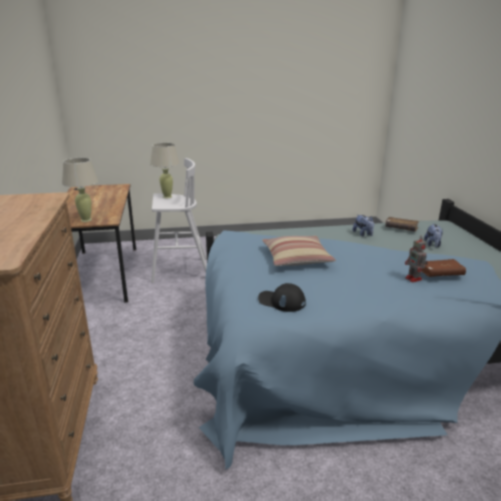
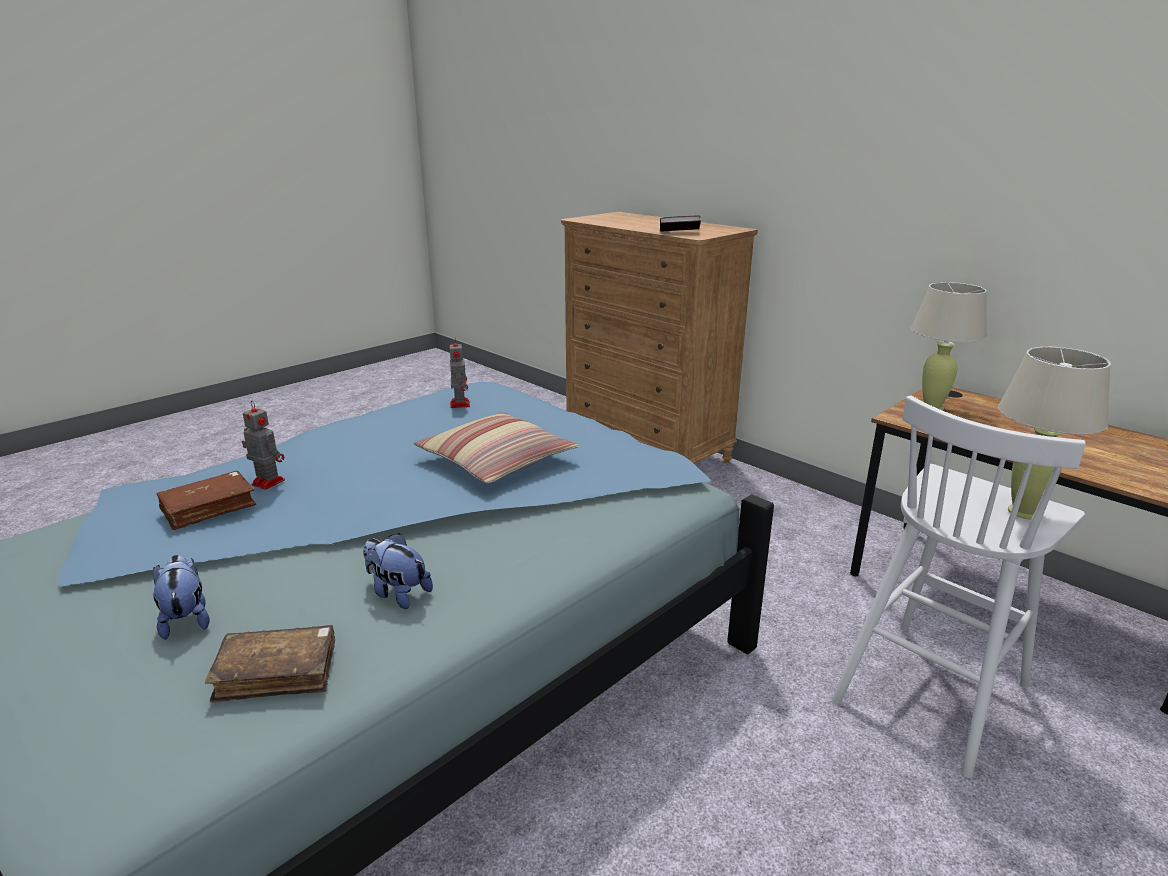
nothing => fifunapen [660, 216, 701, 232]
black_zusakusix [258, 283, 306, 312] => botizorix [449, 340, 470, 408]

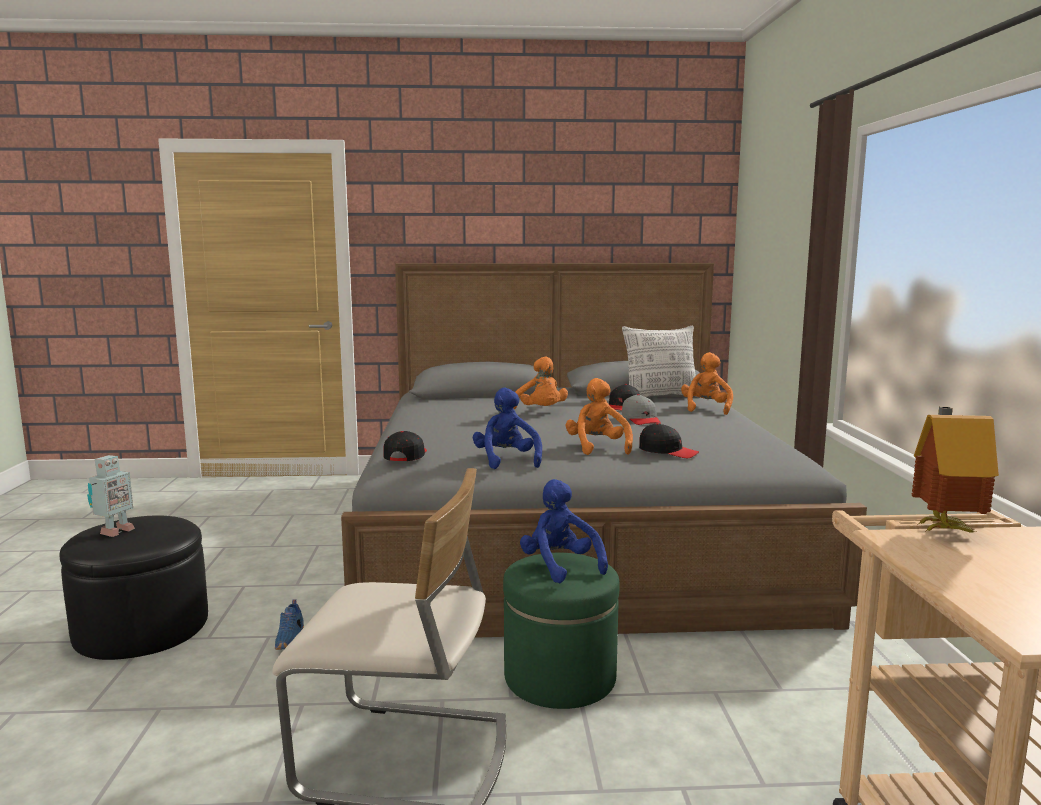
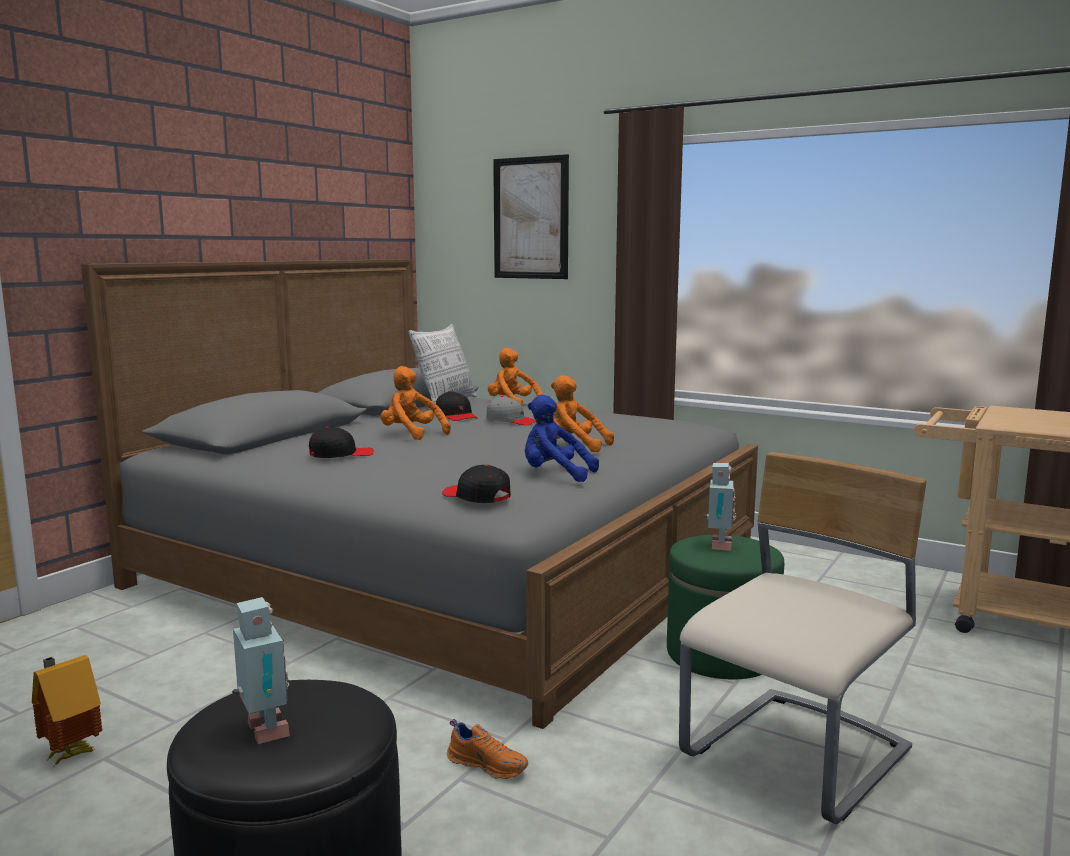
nothing => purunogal [493, 154, 569, 279]
black_zusakusix [639, 423, 699, 458] => black_zusakusix [309, 427, 374, 458], relocated
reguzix [912, 407, 999, 533] => reguzix [32, 655, 103, 766], relocated
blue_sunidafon [520, 479, 608, 584] => botizorix [703, 463, 736, 551]
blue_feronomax [275, 599, 304, 650] => orange_feronomax [447, 719, 528, 779]
orange_sunidafon [513, 356, 568, 409] => orange_sunidafon [381, 366, 451, 440], 150 degrees counterclockwise

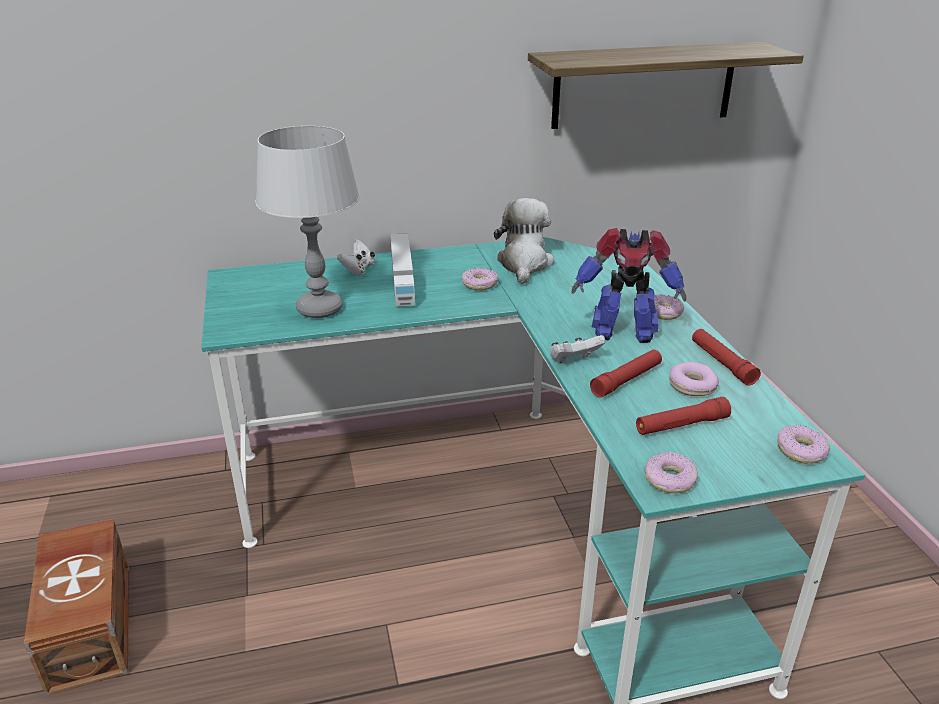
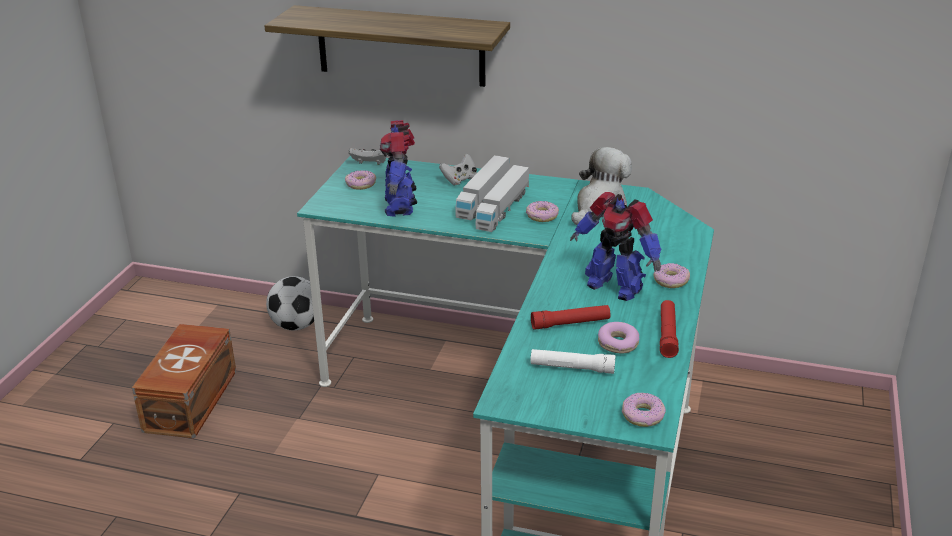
nothing => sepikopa [266, 276, 314, 330]
nothing => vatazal [476, 165, 529, 232]
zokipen [528, 42, 804, 129] => zokipen [264, 5, 510, 87], relocated
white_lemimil [550, 335, 606, 363] => white_lemimil [349, 148, 386, 165], relocated
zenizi [644, 452, 698, 493] => zenizi [345, 170, 376, 190], relocated
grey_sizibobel [255, 126, 359, 318] => botizorix [379, 120, 417, 217]
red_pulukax [636, 397, 731, 435] => white_pulukax [530, 349, 616, 374]

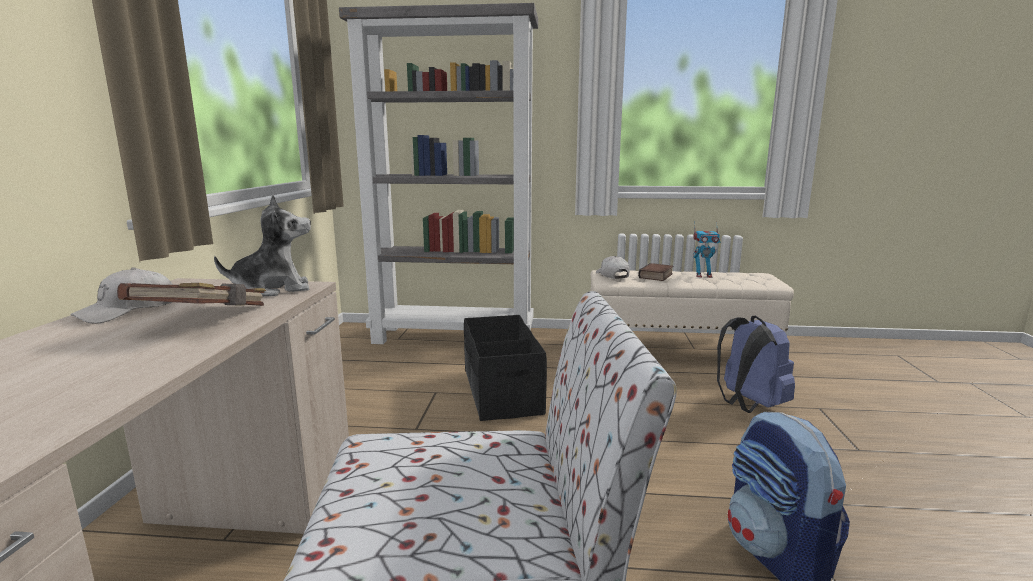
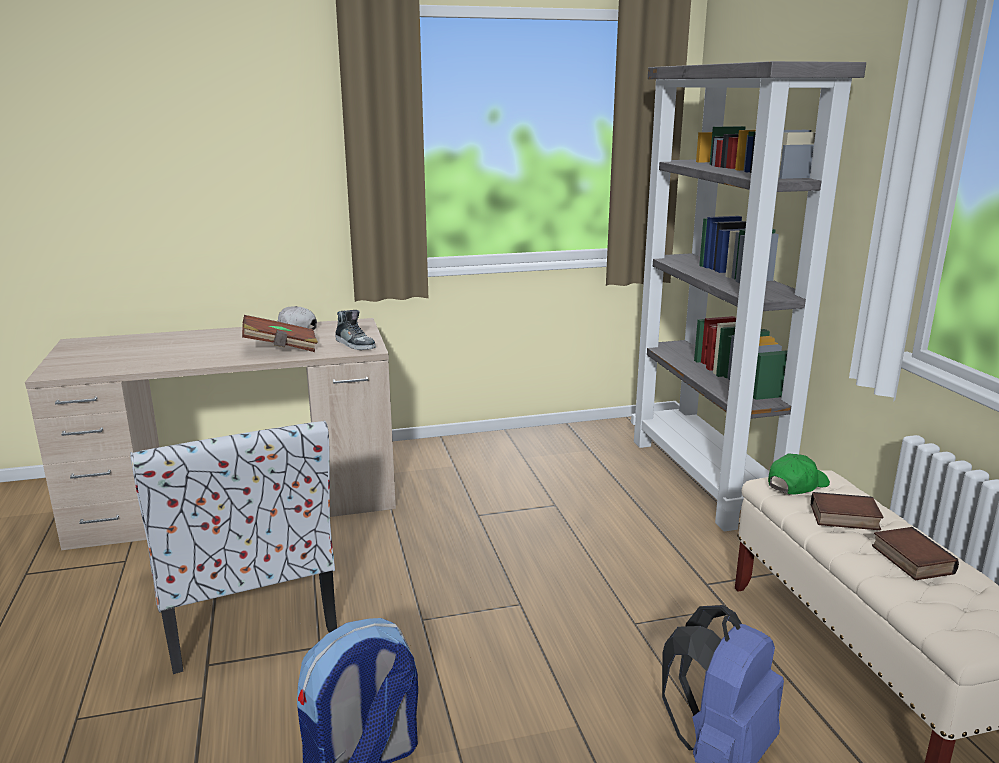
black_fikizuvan [464, 315, 547, 421] => nothing
sunidafon [214, 195, 311, 296] => feronomax [335, 310, 376, 350]
botizorix [693, 221, 720, 278] => fifunapen [872, 527, 959, 580]
white_zusakusix [596, 256, 630, 279] => green_zusakusix [768, 453, 830, 495]

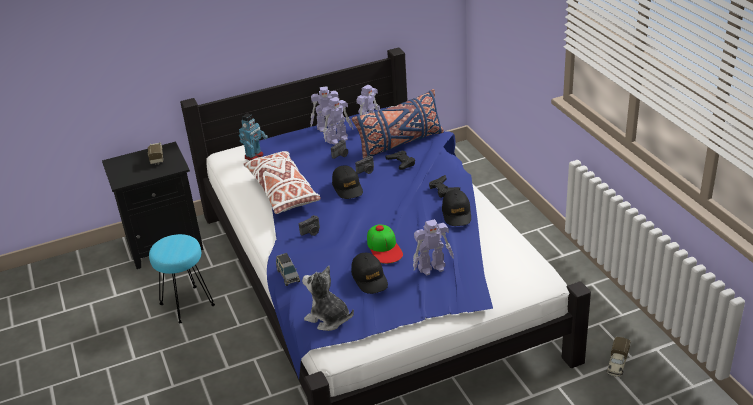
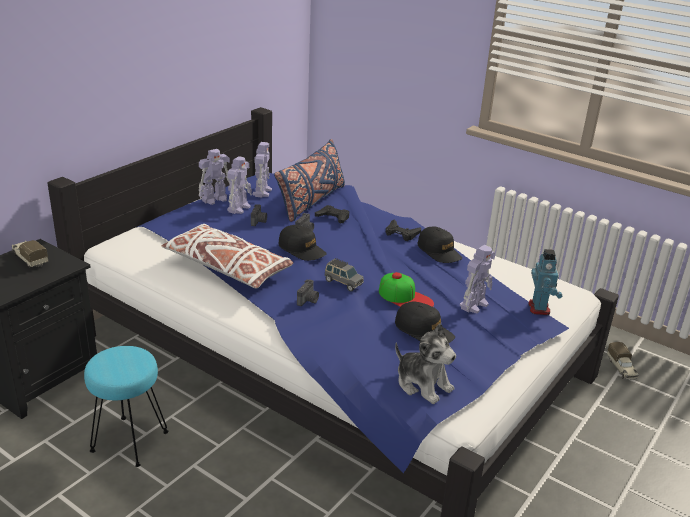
botizorix [239, 113, 268, 161] => botizorix [528, 249, 562, 315], relocated
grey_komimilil [276, 253, 300, 286] => grey_komimilil [324, 258, 364, 292], relocated
sunidafon [302, 266, 354, 331] => sunidafon [395, 323, 456, 404], 135 degrees counterclockwise

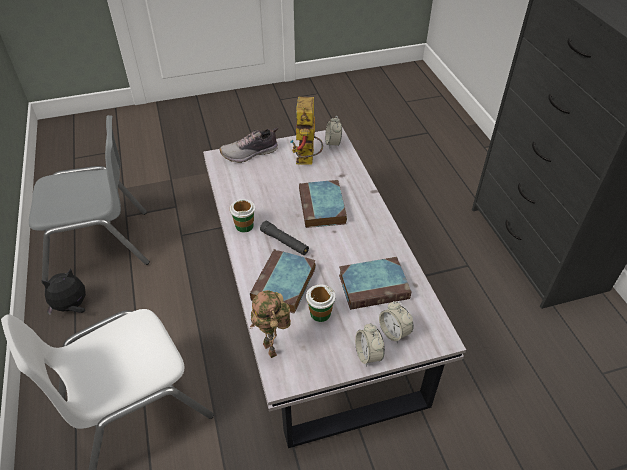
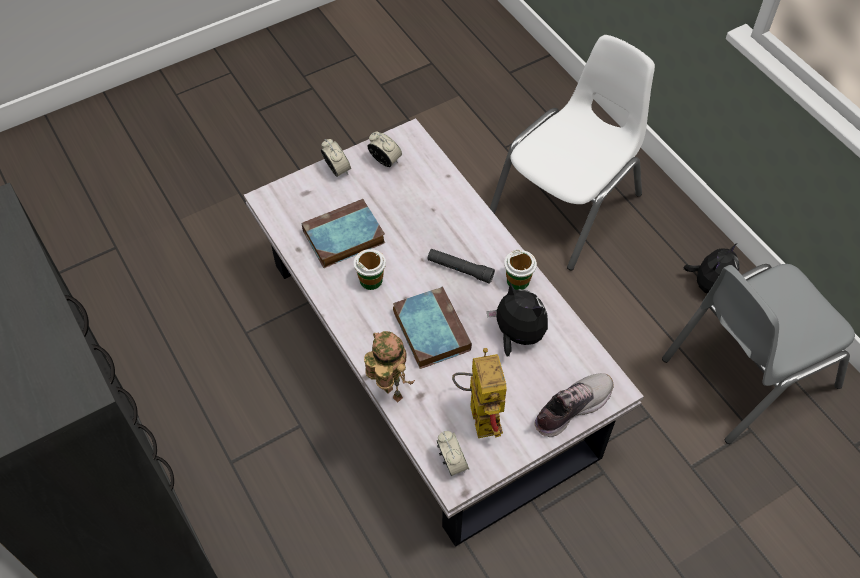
fifunapen [250, 249, 316, 314] => nothing
nothing => sunidafon [487, 283, 548, 356]
botizorix [249, 290, 291, 358] => botizorix [364, 331, 415, 403], relocated
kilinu [306, 284, 335, 322] => kilinu [354, 249, 386, 290], relocated
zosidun [379, 301, 413, 343] => zosidun [368, 132, 402, 167], relocated

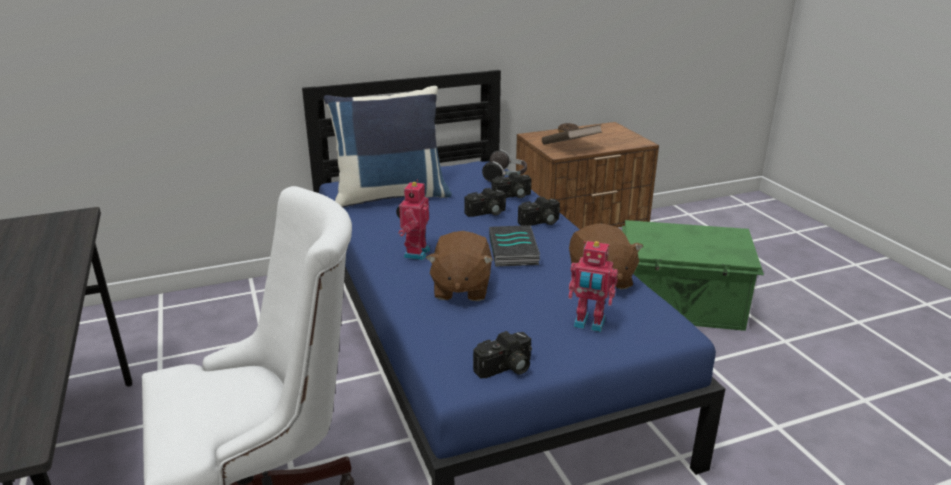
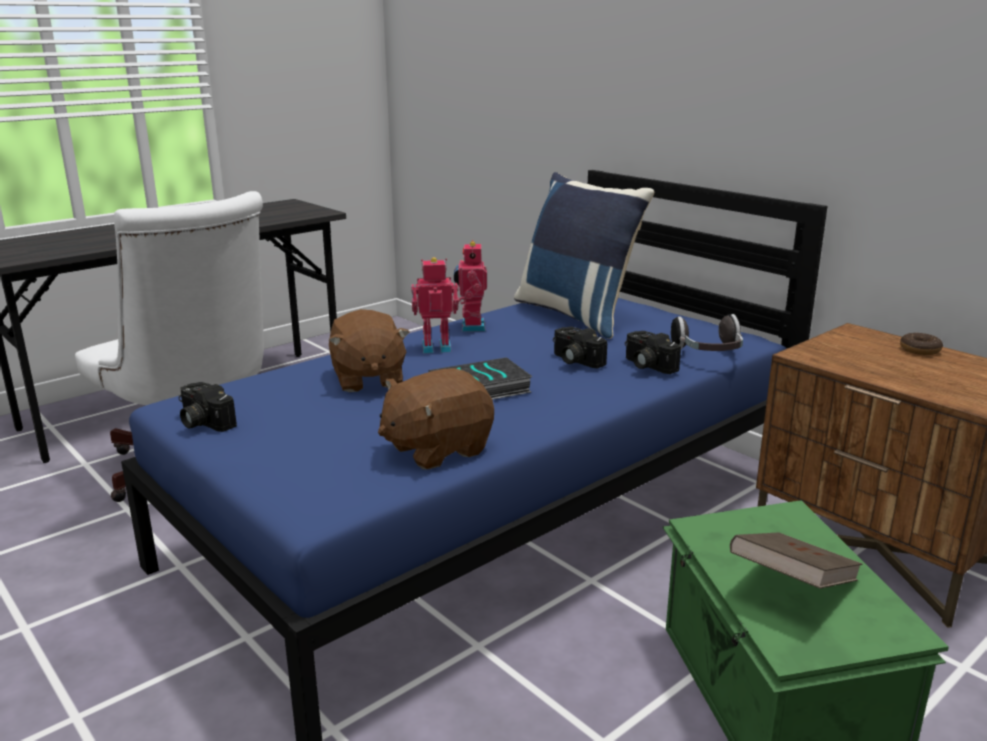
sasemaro [518, 197, 560, 226] => nothing
brown_fifunapen [542, 124, 602, 145] => brown_fifunapen [730, 532, 862, 589], relocated
botizorix [568, 241, 618, 332] => botizorix [454, 240, 487, 332], relocated
brown_sunidafon [426, 231, 493, 301] => brown_sunidafon [328, 309, 410, 392], 90 degrees counterclockwise

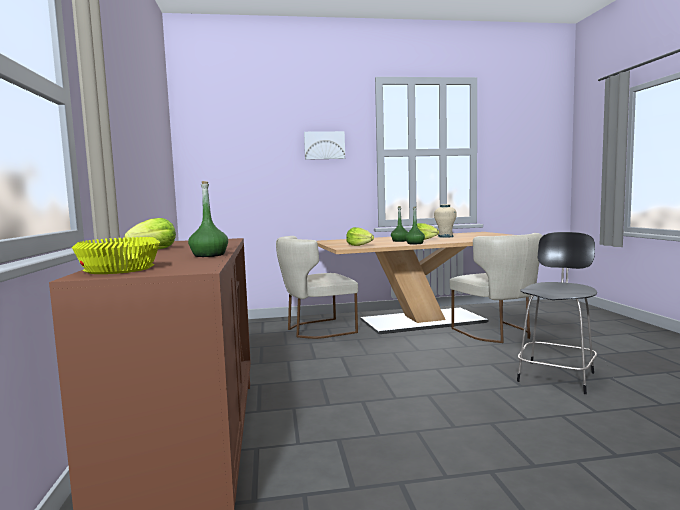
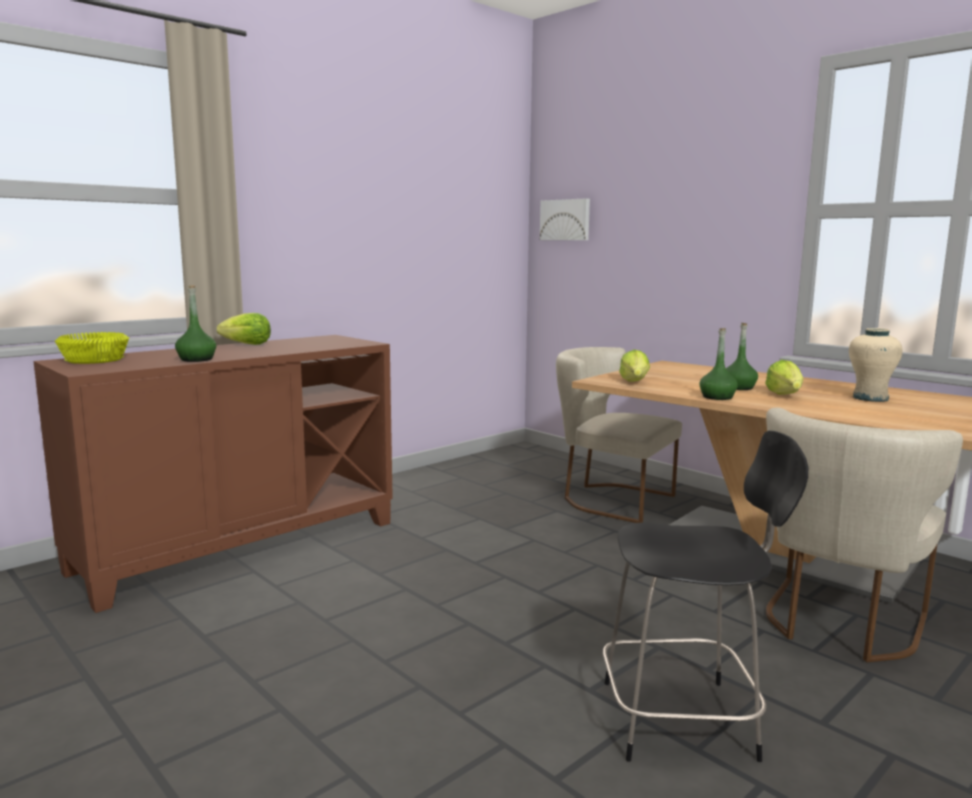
purunogal [304, 131, 345, 160] => purunogal [540, 198, 590, 240], relocated

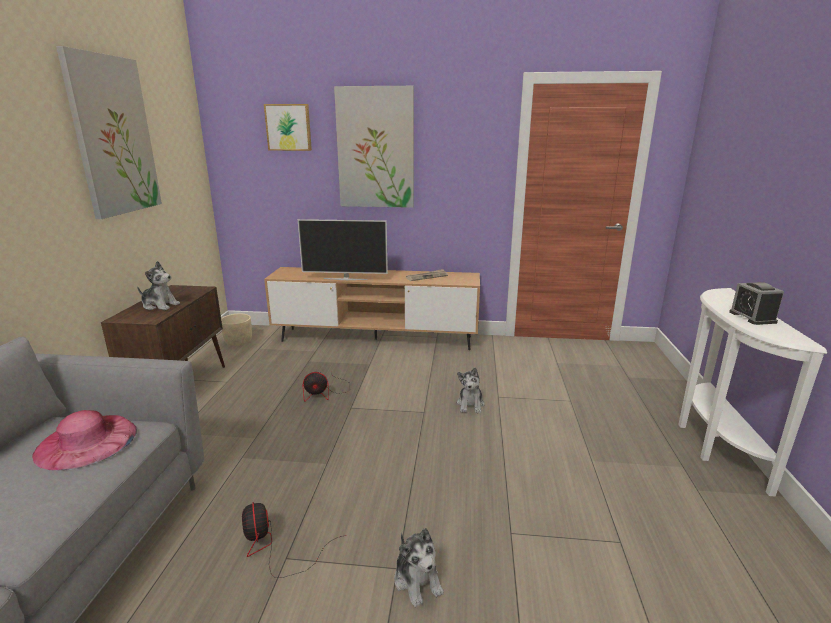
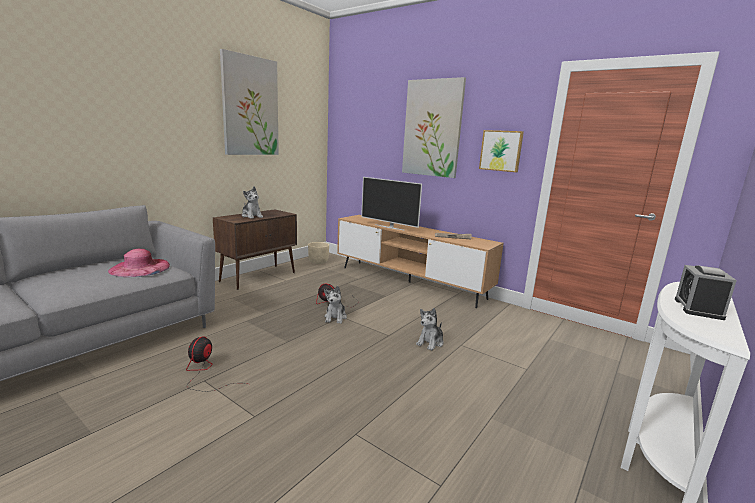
purunogal [264, 104, 312, 151] => purunogal [479, 130, 524, 172], relocated
sunidafon [394, 528, 444, 607] => sunidafon [324, 286, 347, 324], relocated

